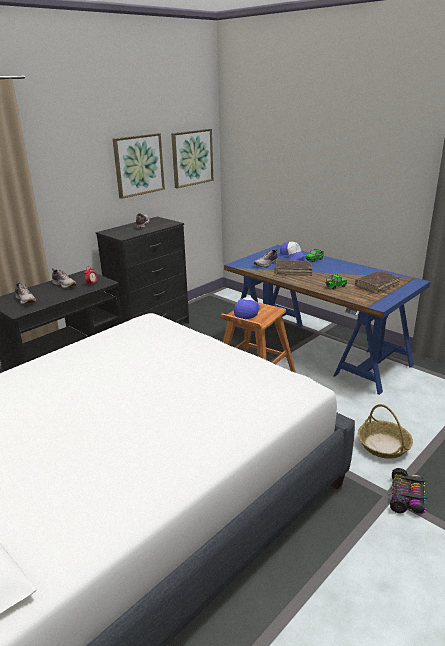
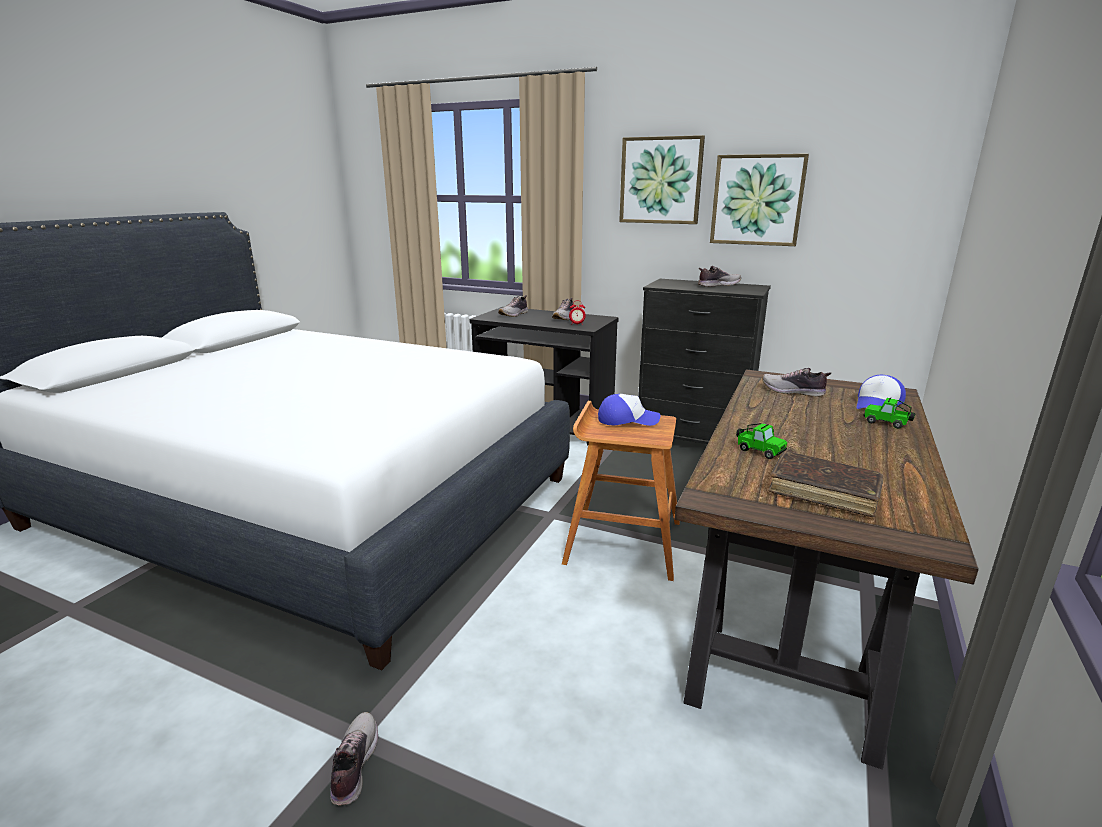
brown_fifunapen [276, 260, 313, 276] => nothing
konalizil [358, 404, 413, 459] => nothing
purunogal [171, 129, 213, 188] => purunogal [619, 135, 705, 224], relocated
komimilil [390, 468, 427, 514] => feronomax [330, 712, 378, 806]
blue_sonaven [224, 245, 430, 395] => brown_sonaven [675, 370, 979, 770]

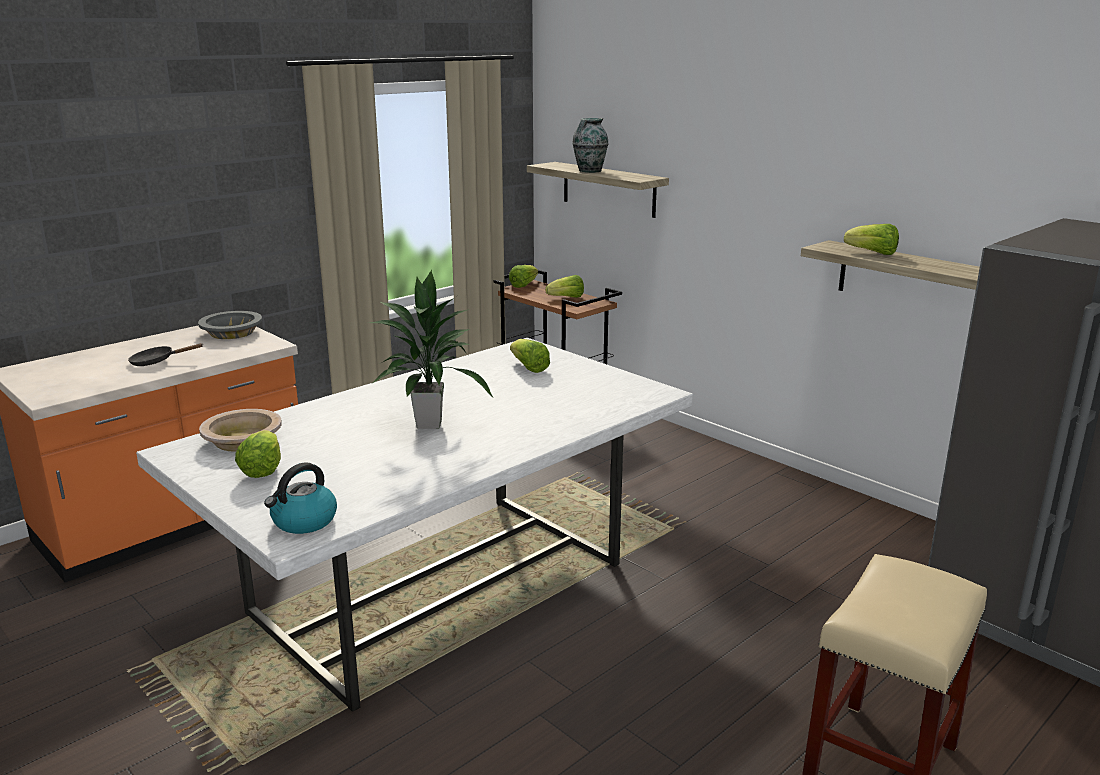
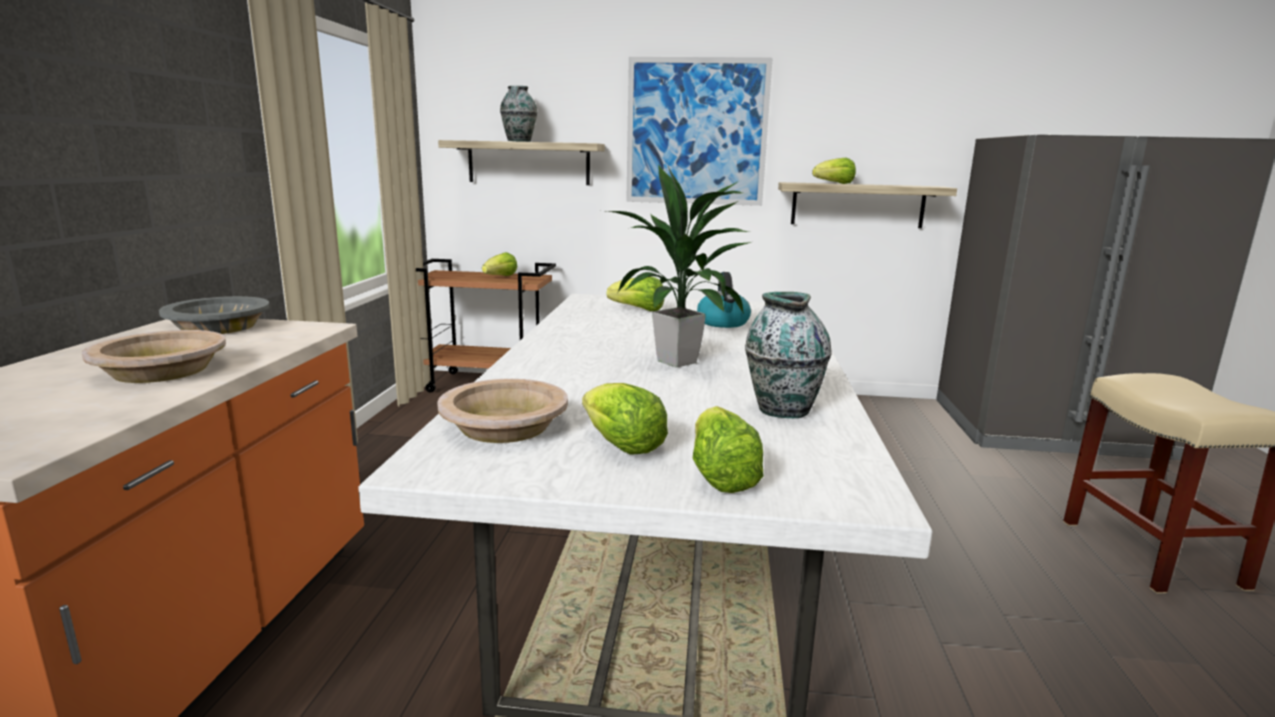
nothing => purunogal [626, 57, 773, 206]
nothing => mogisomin [745, 292, 832, 418]
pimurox [264, 462, 337, 534] => pimurox [697, 272, 751, 328], relocated
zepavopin [509, 265, 538, 288] => zepavopin [692, 406, 764, 493], relocated
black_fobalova [128, 343, 203, 366] => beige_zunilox [82, 330, 226, 383]

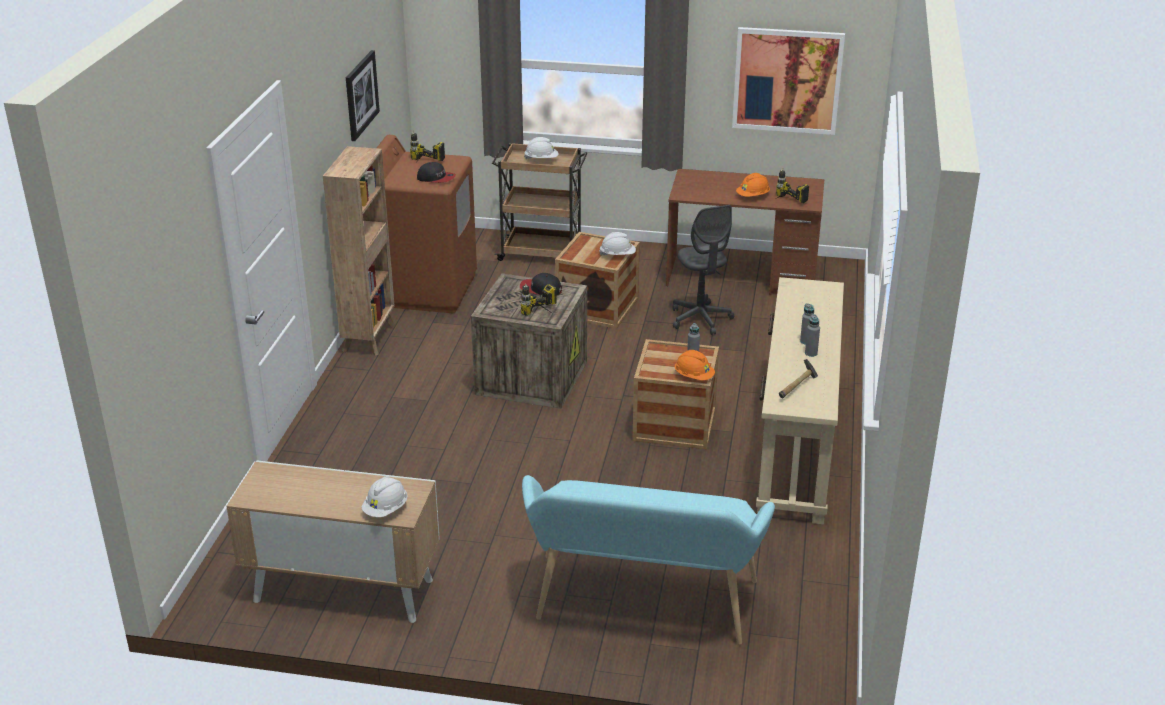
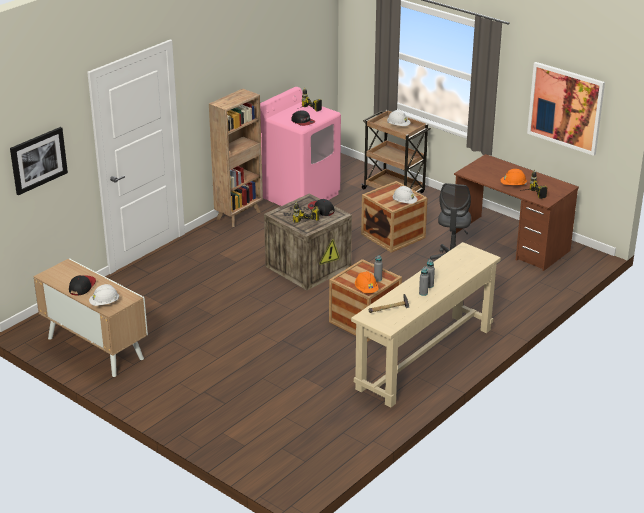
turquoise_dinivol [522, 475, 775, 645] => nothing
nothing => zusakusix [69, 275, 96, 296]
purunogal [346, 50, 380, 141] => purunogal [10, 127, 68, 195], relocated
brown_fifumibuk [377, 135, 477, 313] => pink_fifumibuk [260, 87, 341, 206]

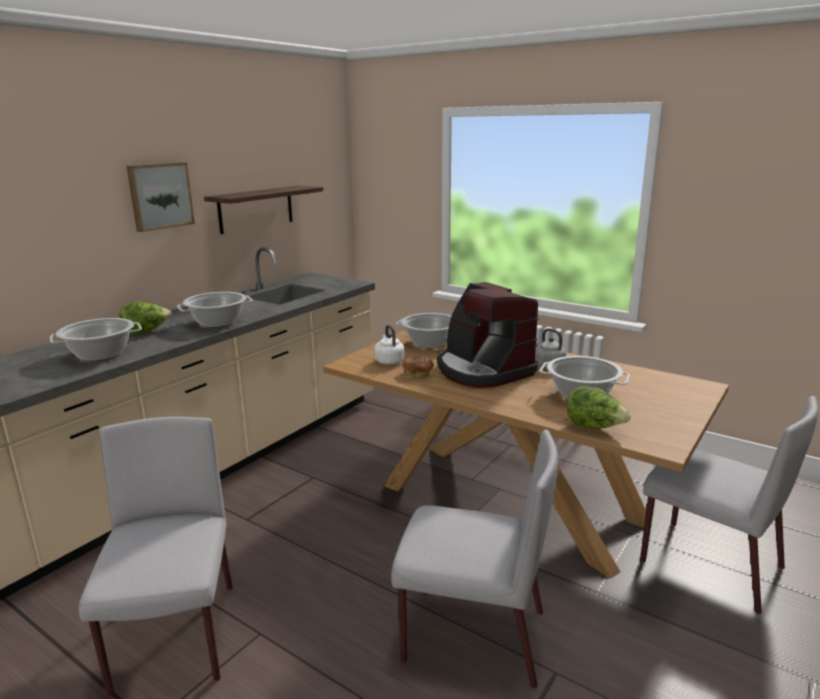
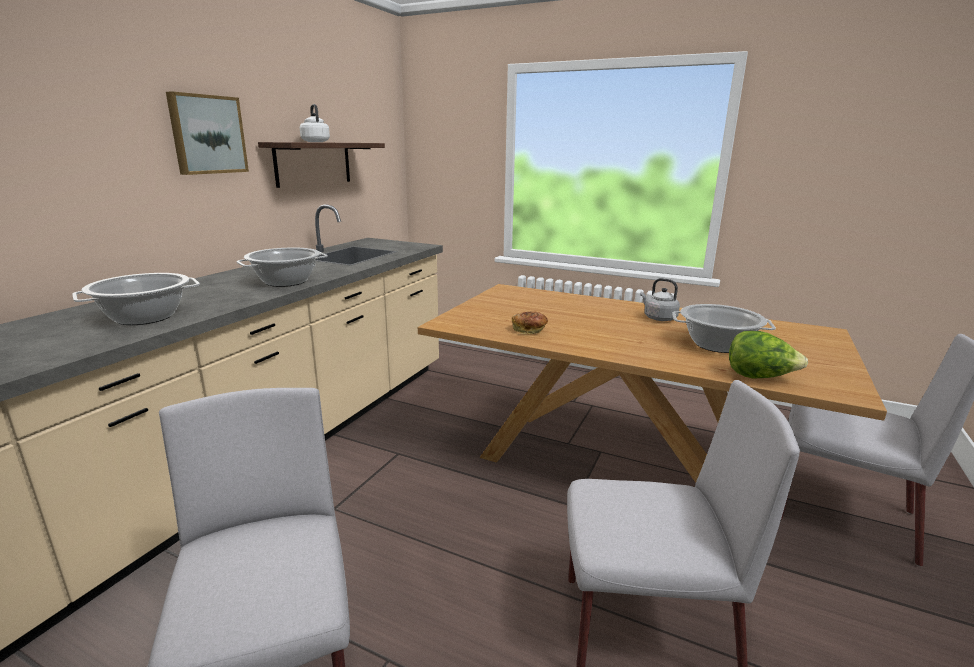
zepavopin [119, 301, 171, 335] => nothing
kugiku [395, 313, 451, 349] => nothing
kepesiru [437, 282, 539, 388] => nothing
white_pimurox [374, 325, 405, 364] => white_pimurox [300, 104, 330, 142], relocated

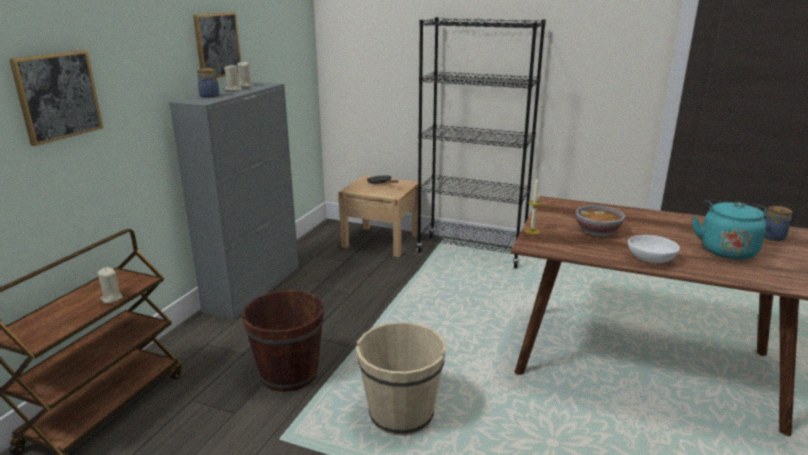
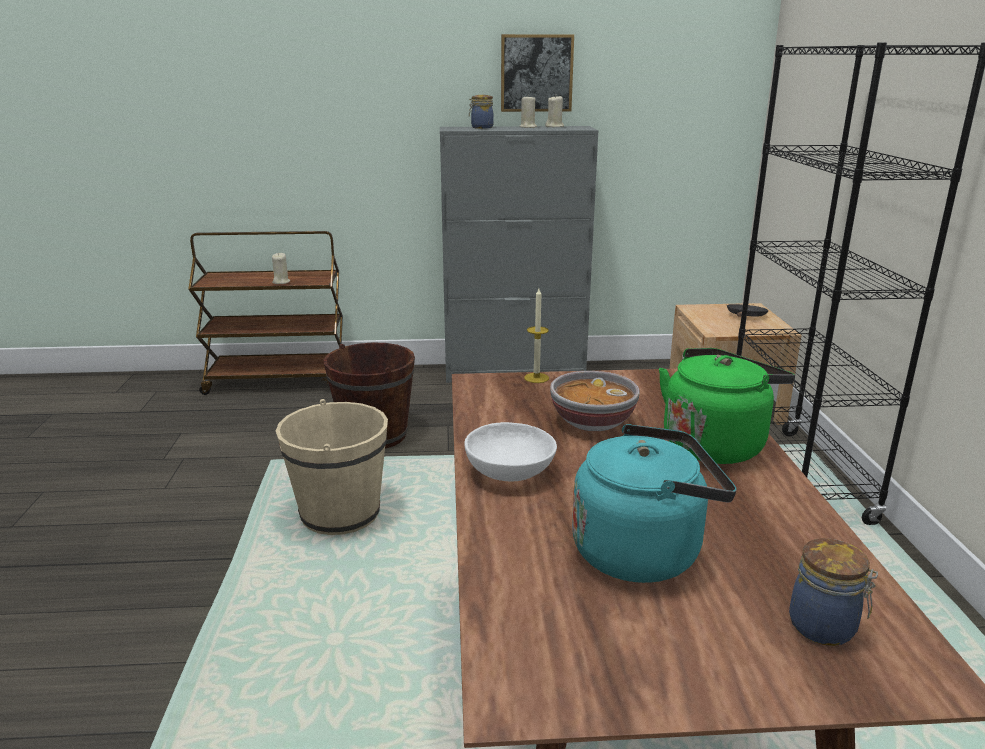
purunogal [9, 50, 103, 146] => nothing
nothing => green_pimurox [659, 348, 795, 464]

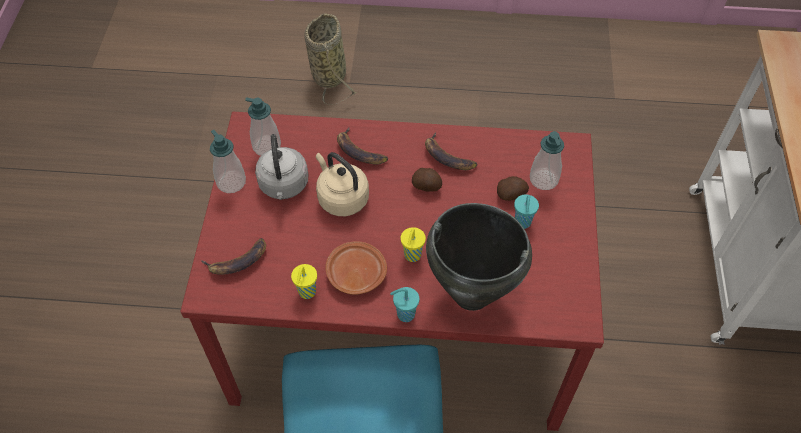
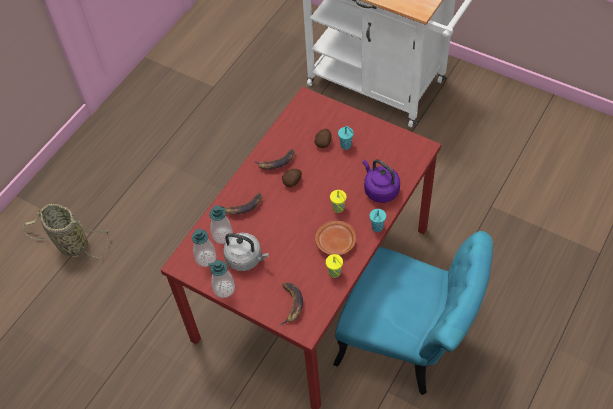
beige_pimurox [316, 152, 369, 216] => nothing
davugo [530, 131, 564, 190] => davugo [209, 205, 233, 244], relocated
black_kugiku [426, 203, 532, 311] => purple_pimurox [363, 159, 400, 203]

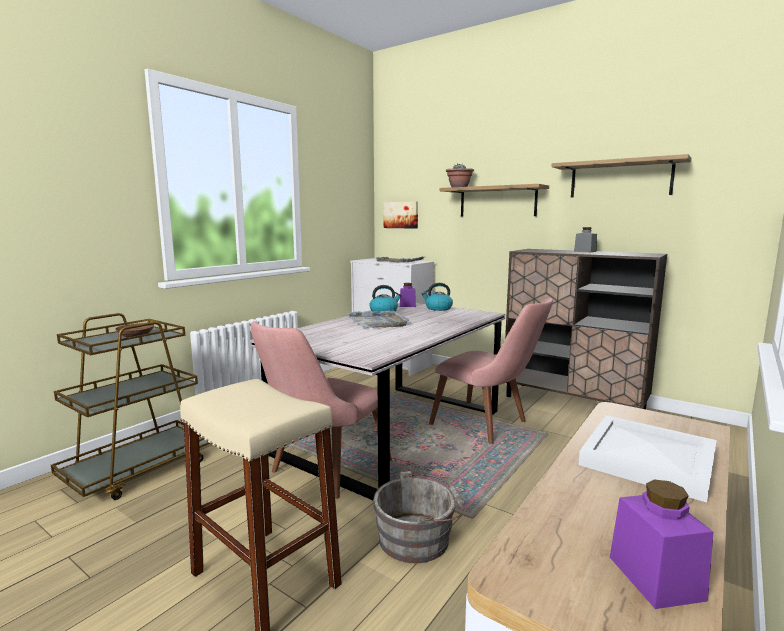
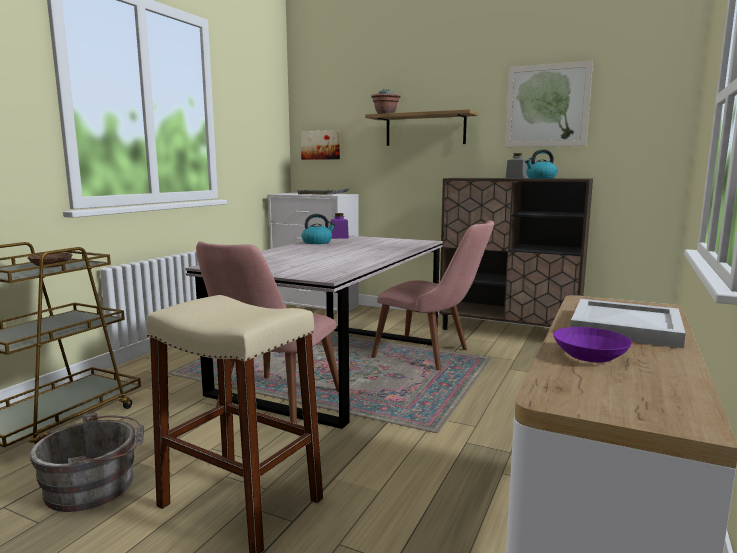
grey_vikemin [347, 310, 409, 328] => nothing
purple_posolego [610, 480, 714, 609] => nothing
nothing => purple_zunilox [553, 327, 632, 362]
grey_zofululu [373, 471, 465, 563] => grey_zofululu [29, 413, 144, 512], relocated
pimurox [422, 283, 453, 311] => pimurox [525, 149, 558, 179], relocated
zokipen [551, 154, 692, 197] => purunogal [505, 61, 593, 147]

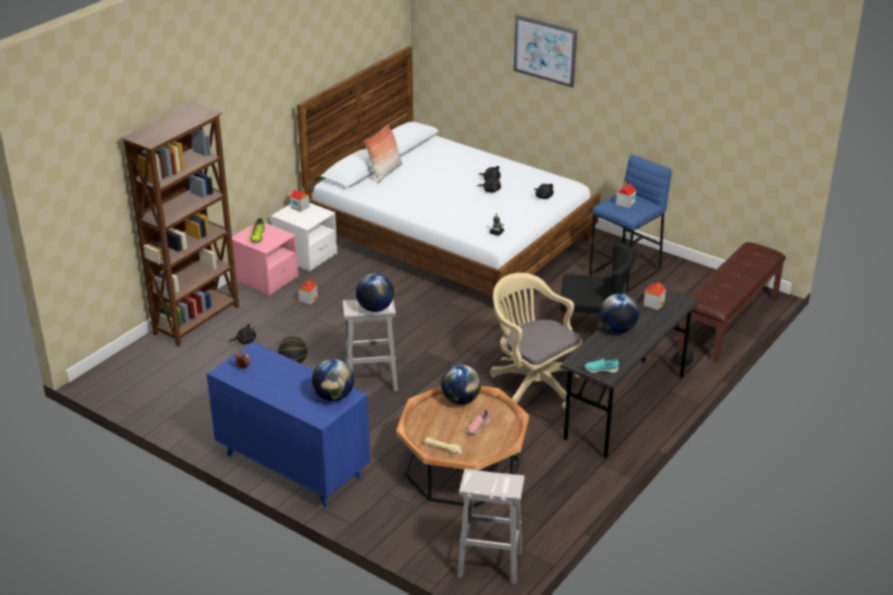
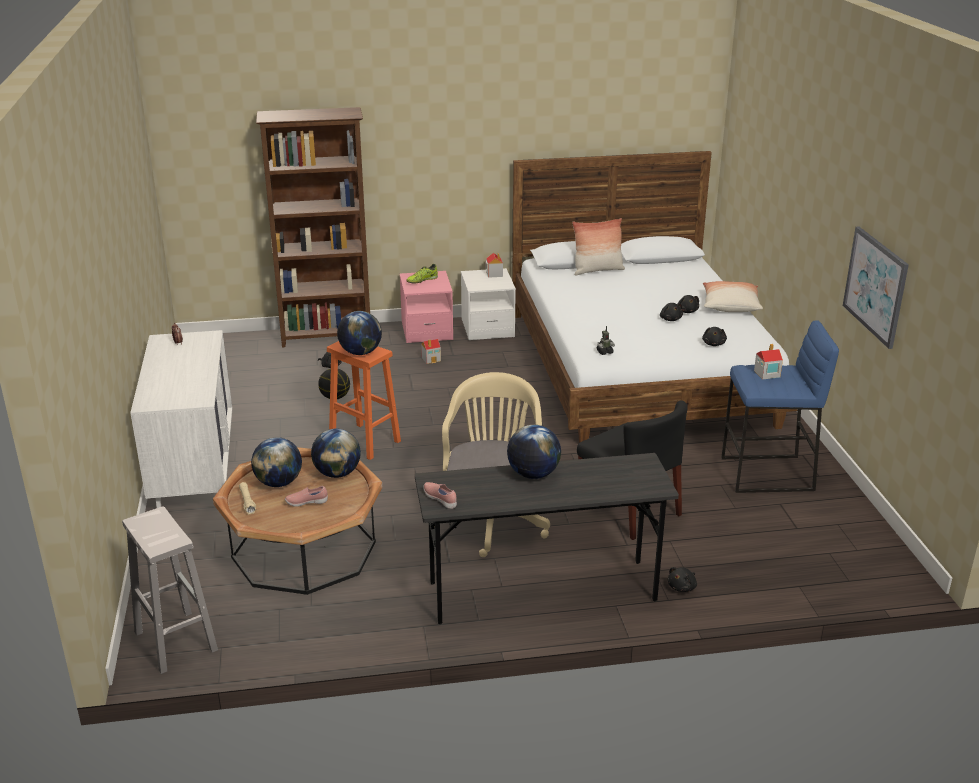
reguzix [643, 282, 666, 310] => nothing
brown_dinivol [678, 242, 786, 363] => nothing
nothing => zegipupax [703, 281, 763, 312]
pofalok [312, 359, 354, 401] => pofalok [251, 437, 302, 487], relocated
purunogal [514, 15, 577, 88] => purunogal [843, 227, 909, 349], relocated
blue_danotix [207, 342, 370, 507] => white_danotix [130, 330, 232, 508]
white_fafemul [343, 300, 398, 391] => orange_fafemul [327, 341, 401, 460]
turquoise_feronomax [585, 358, 619, 373] => pink_feronomax [424, 482, 457, 509]

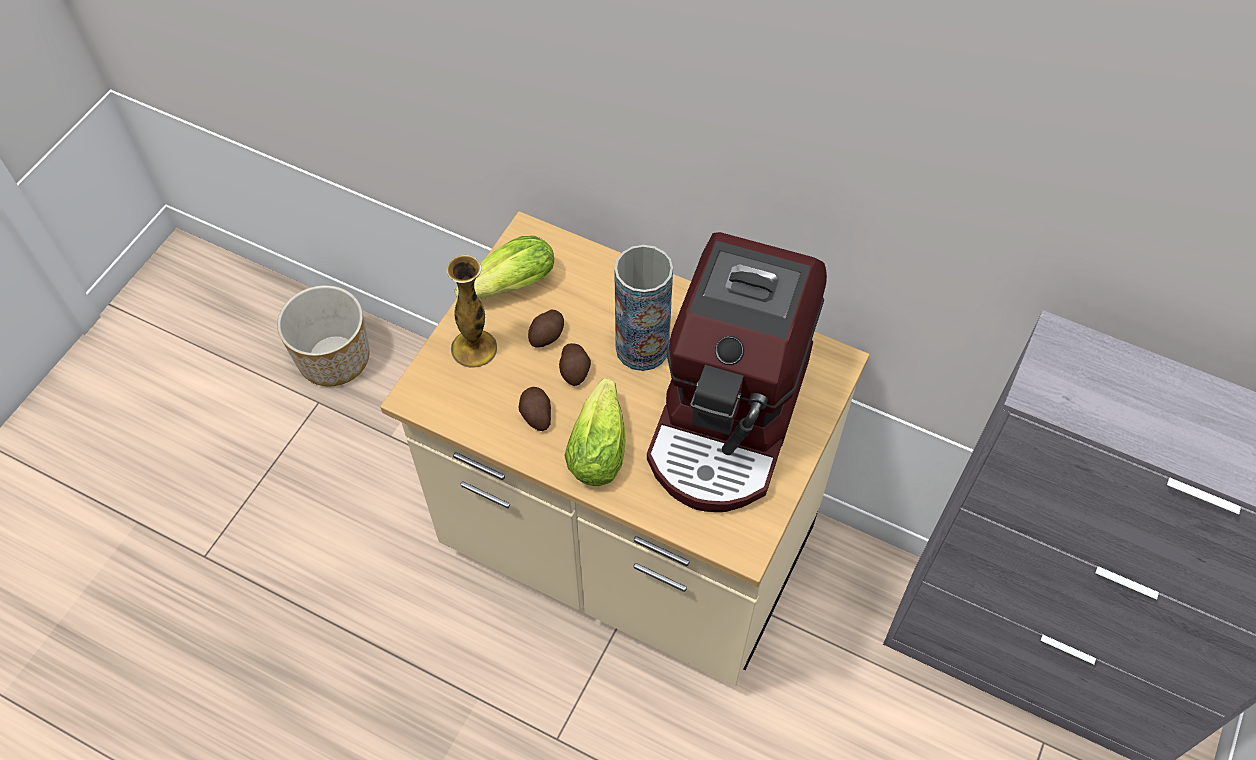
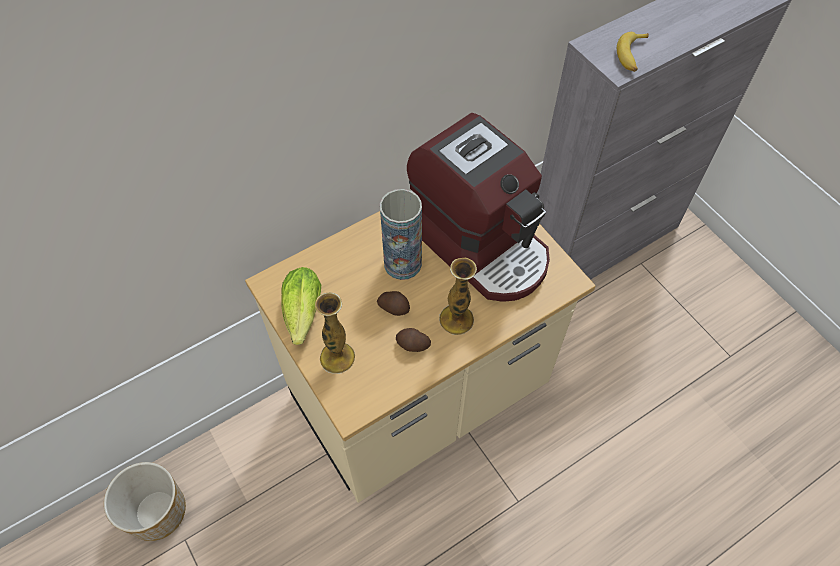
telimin [528, 310, 564, 347] => nothing
nothing => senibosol [617, 32, 649, 72]
zepavopin [564, 378, 625, 486] => mogisomin [439, 258, 477, 335]

